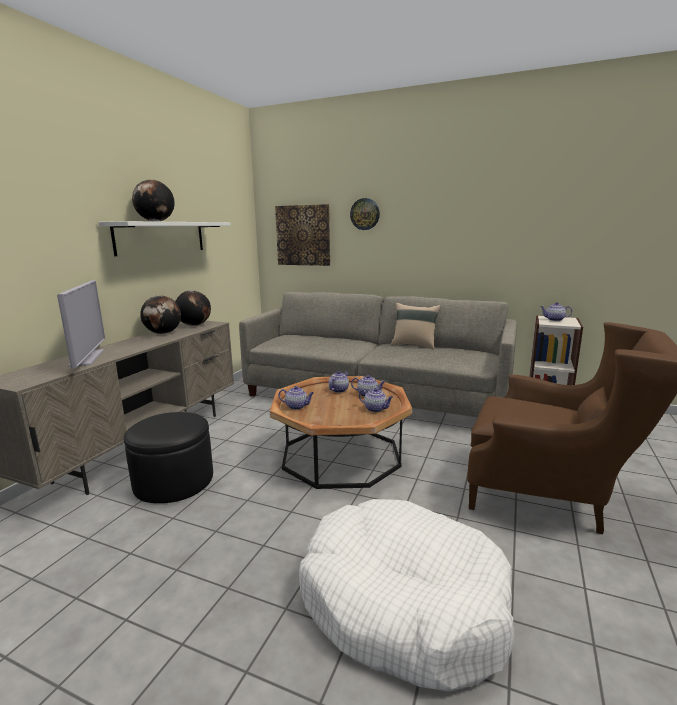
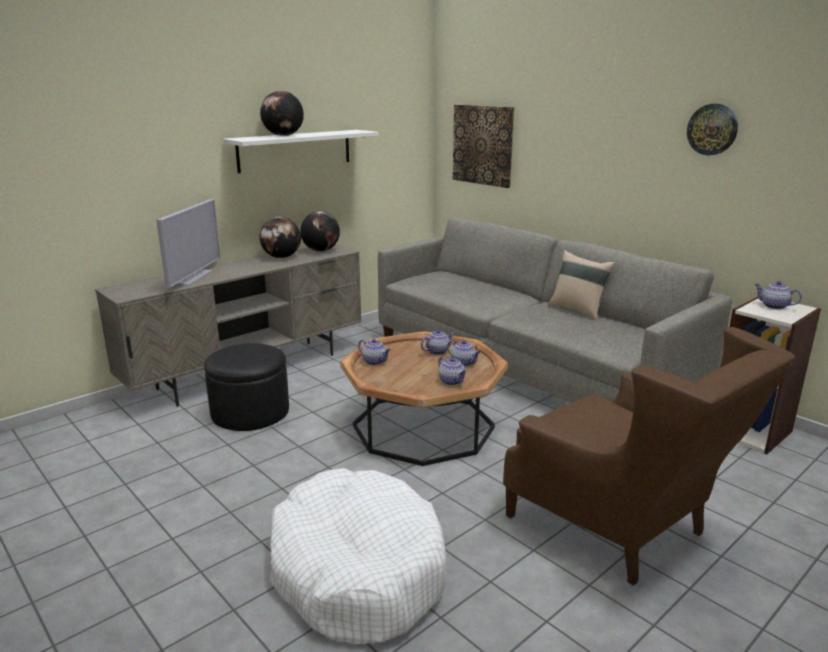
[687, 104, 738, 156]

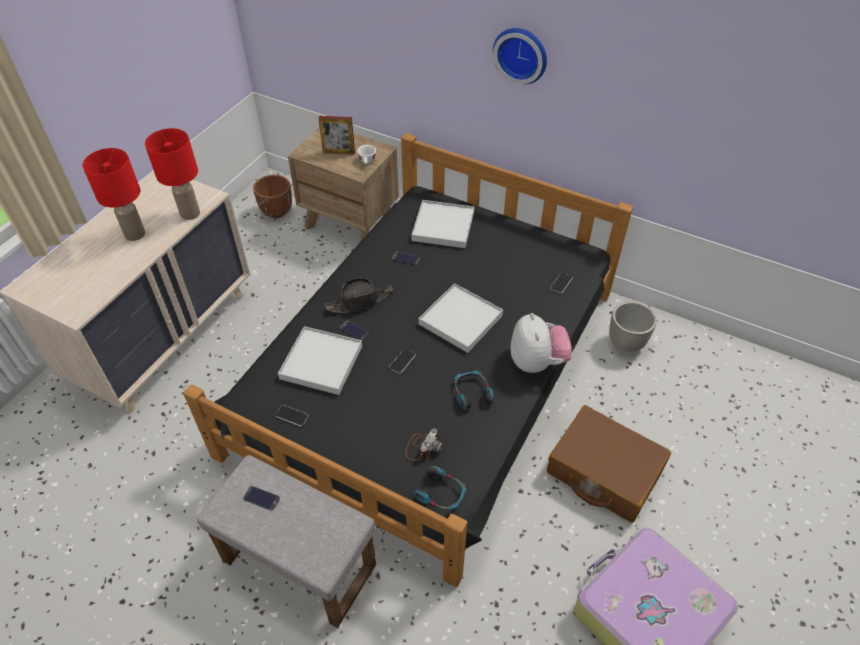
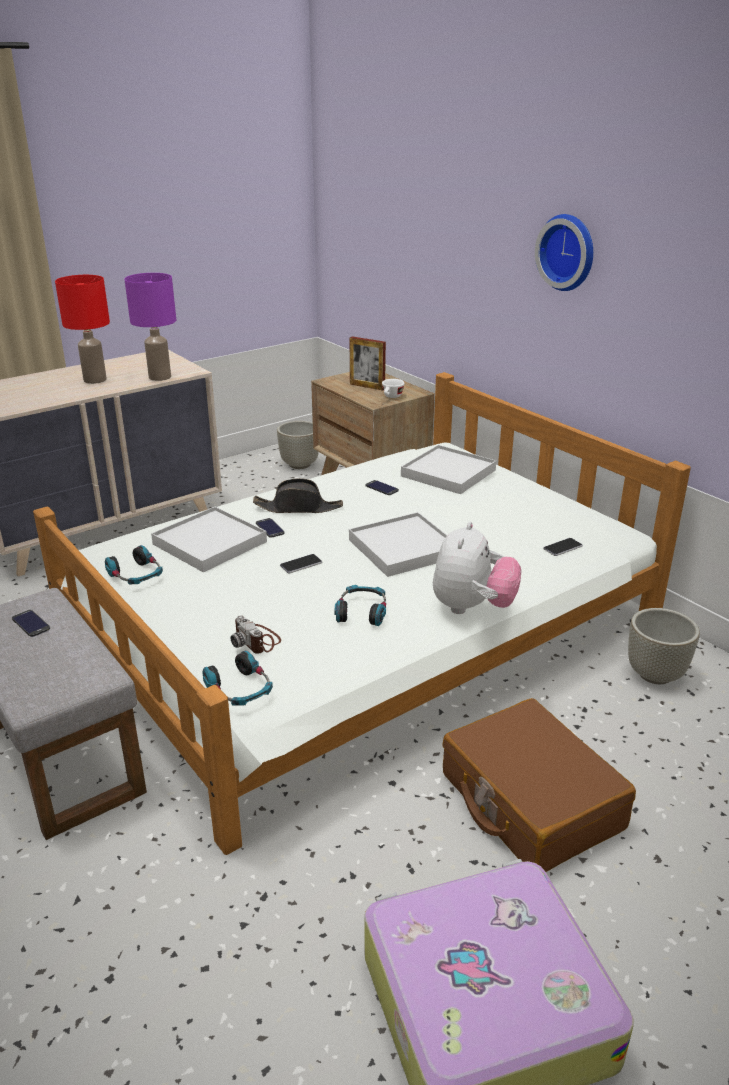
[105, 545, 163, 584]
[124, 273, 176, 381]
[33, 372, 691, 855]
[277, 421, 319, 469]
[231, 615, 281, 654]

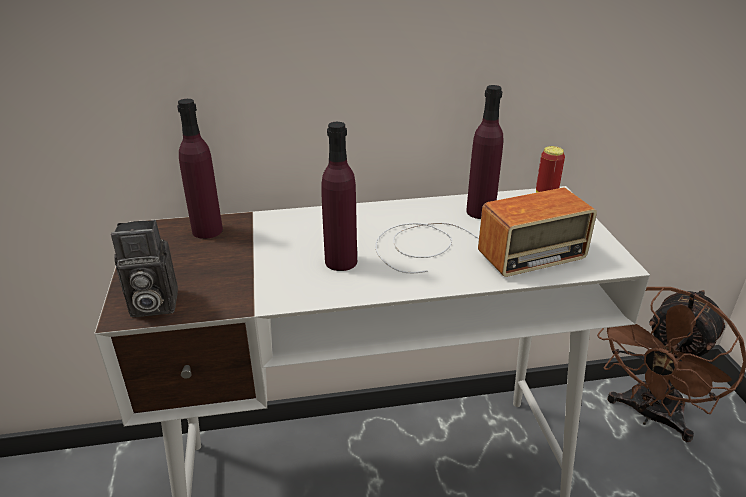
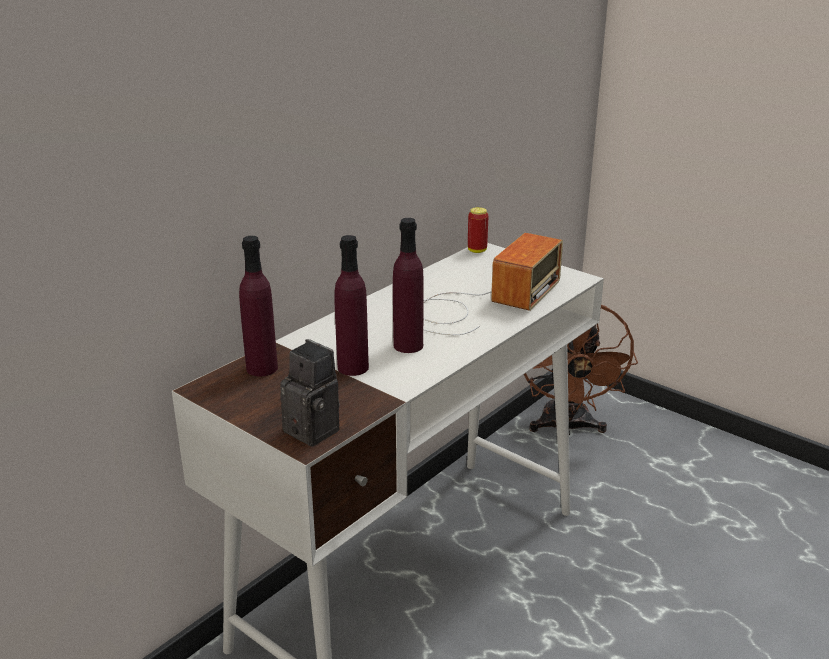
[334, 235, 369, 376]
[280, 339, 340, 447]

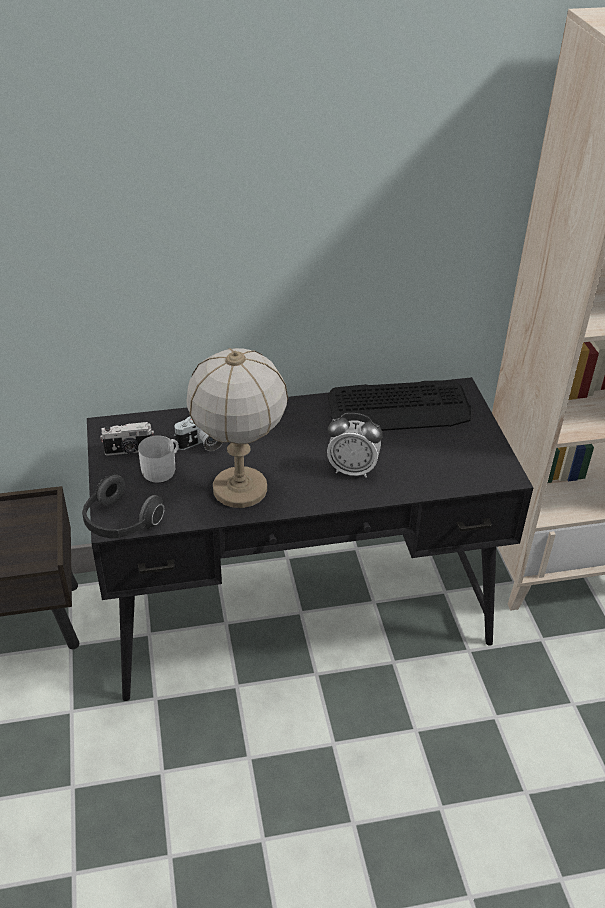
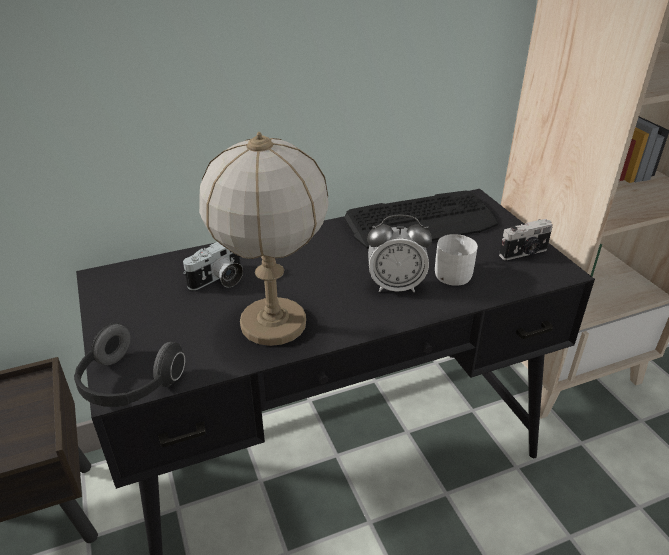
[499, 219, 553, 260]
[435, 234, 478, 286]

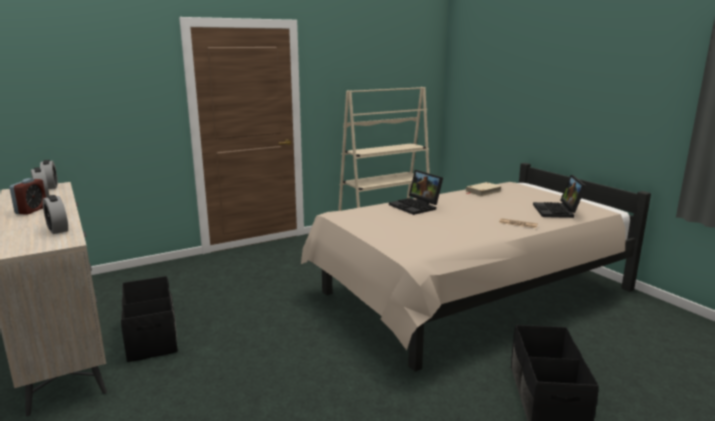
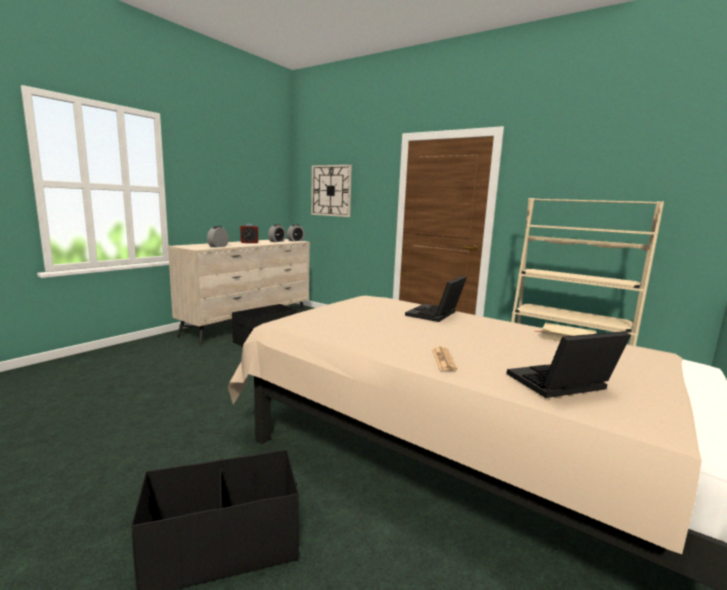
[311, 165, 352, 217]

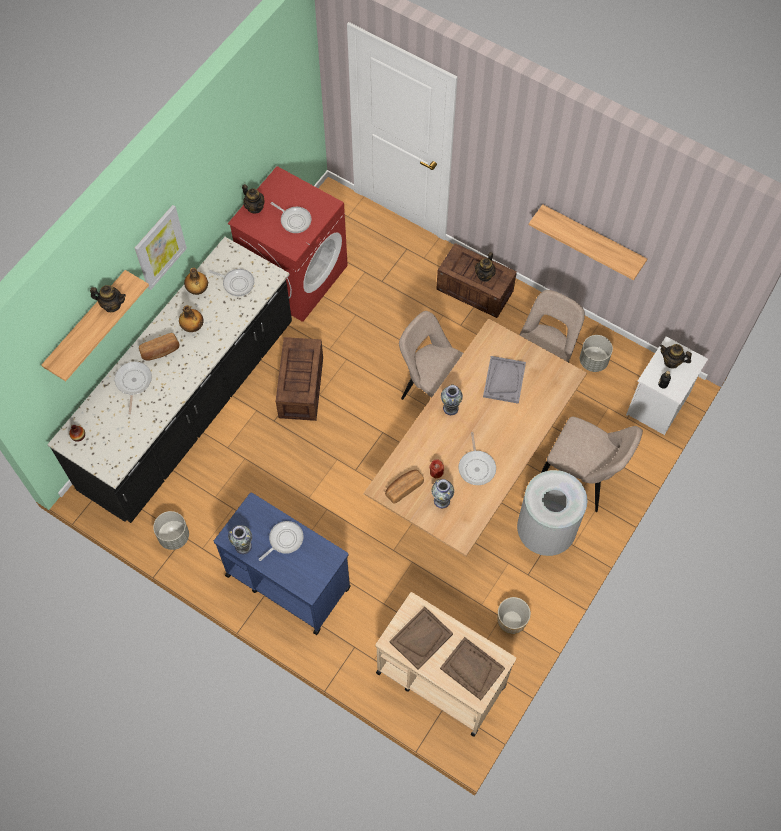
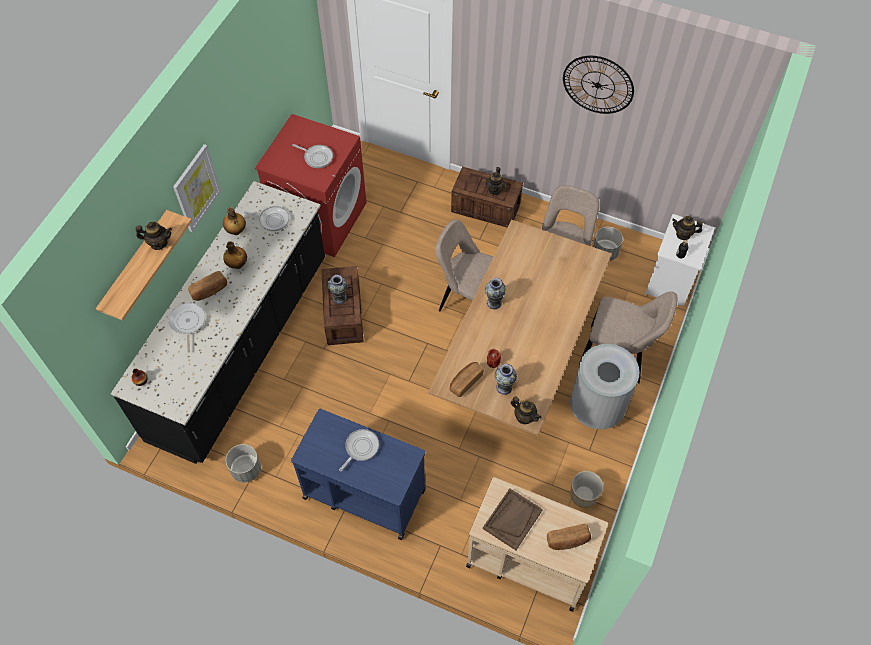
[458, 432, 496, 485] (first image)
[483, 356, 526, 404] (first image)
[529, 204, 647, 280] (first image)
[563, 56, 634, 114]
[327, 275, 348, 304]
[511, 397, 541, 424]
[547, 524, 591, 550]

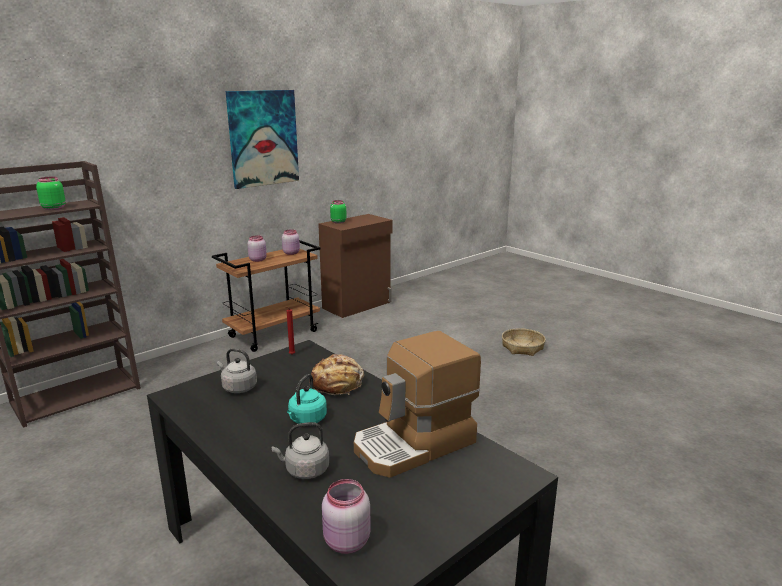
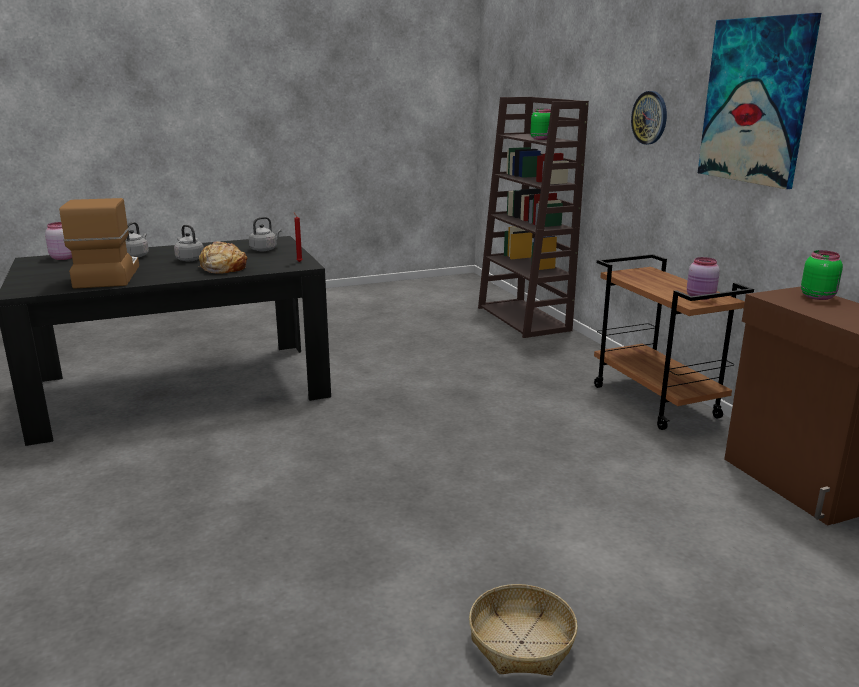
[247, 235, 267, 262] (first image)
[631, 91, 667, 145]
[174, 225, 204, 261]

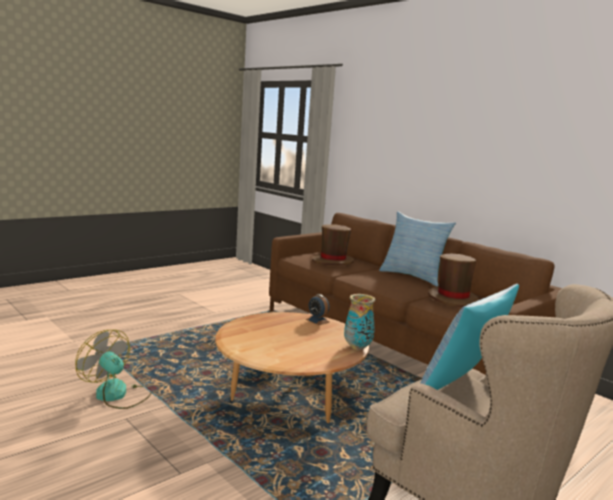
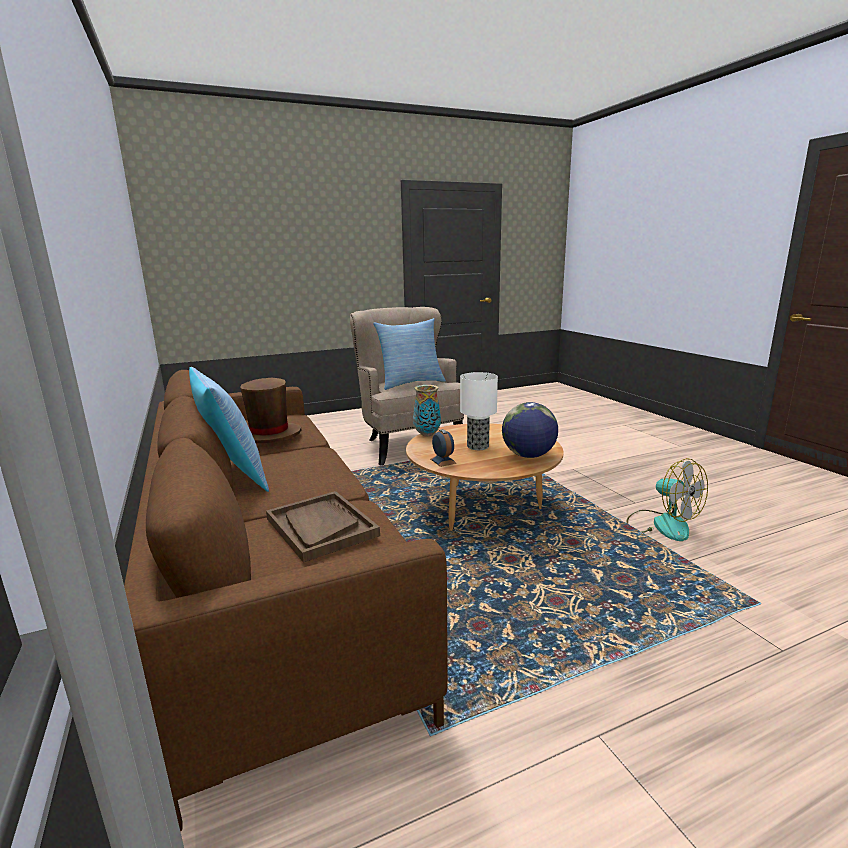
[460, 372, 498, 450]
[502, 402, 558, 458]
[266, 491, 380, 563]

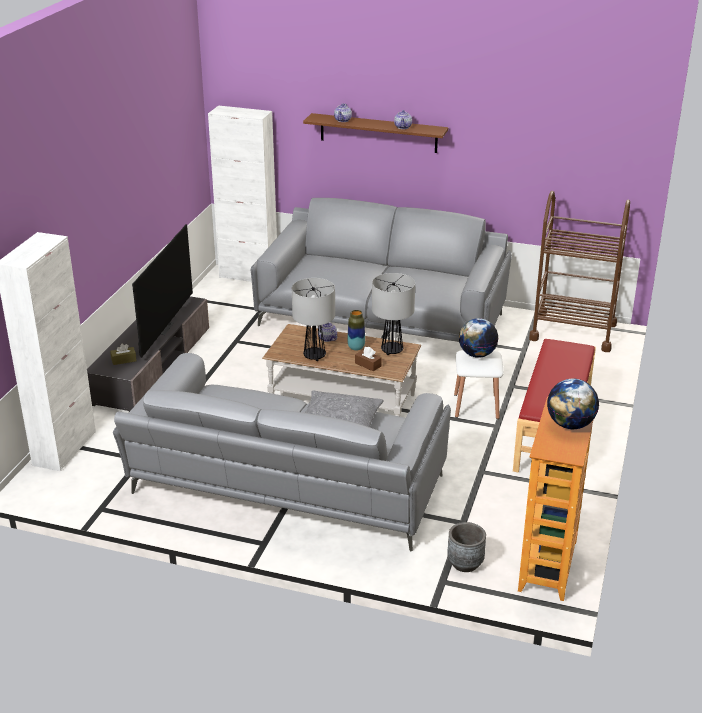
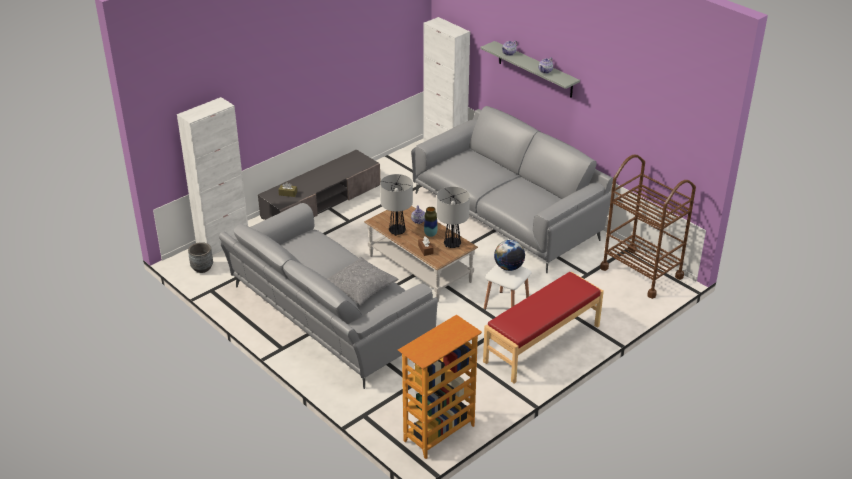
[132, 224, 193, 358] (first image)
[547, 379, 599, 429] (first image)
[188, 242, 213, 273]
[480, 41, 580, 98]

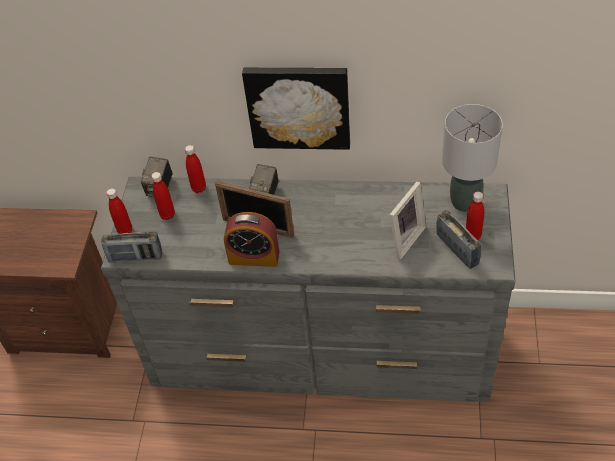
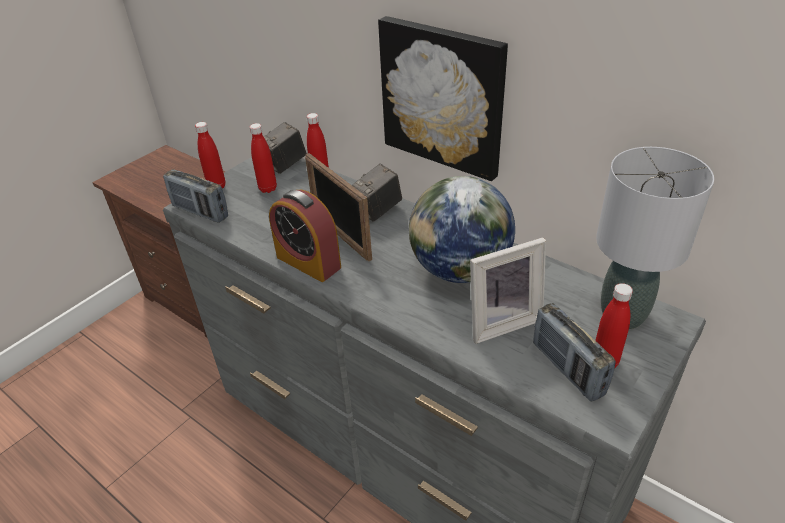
[409, 176, 515, 283]
[533, 303, 616, 401]

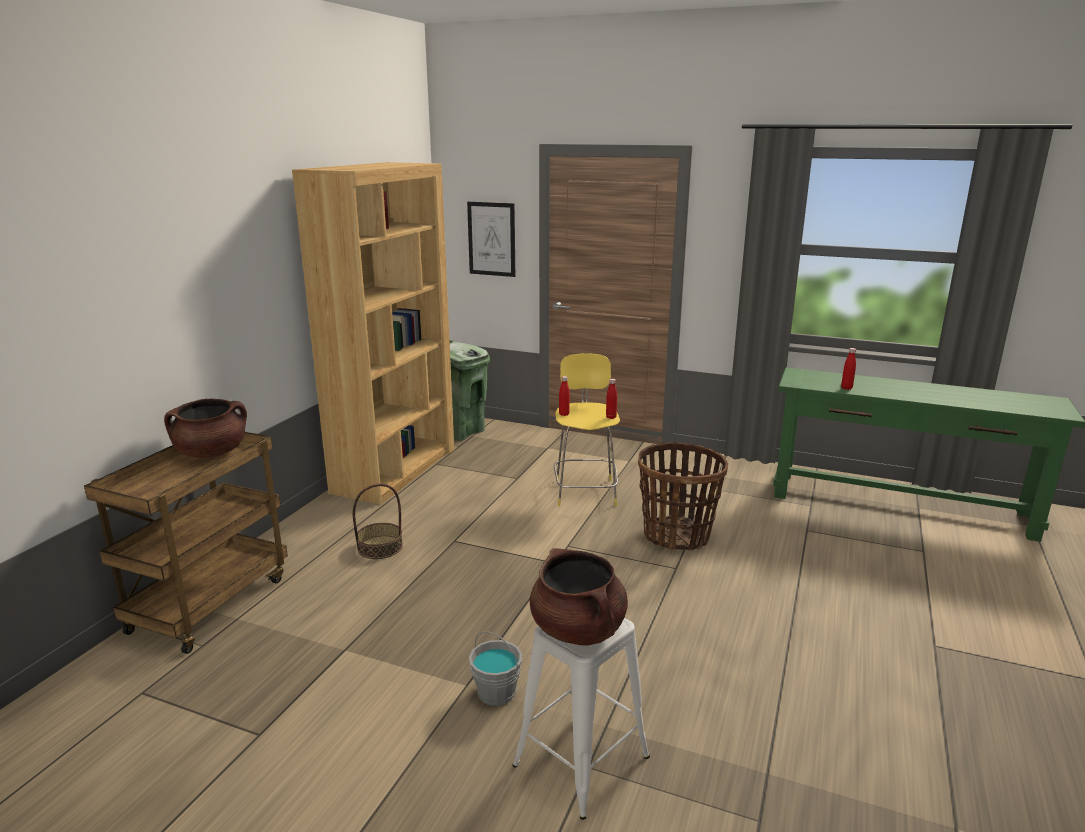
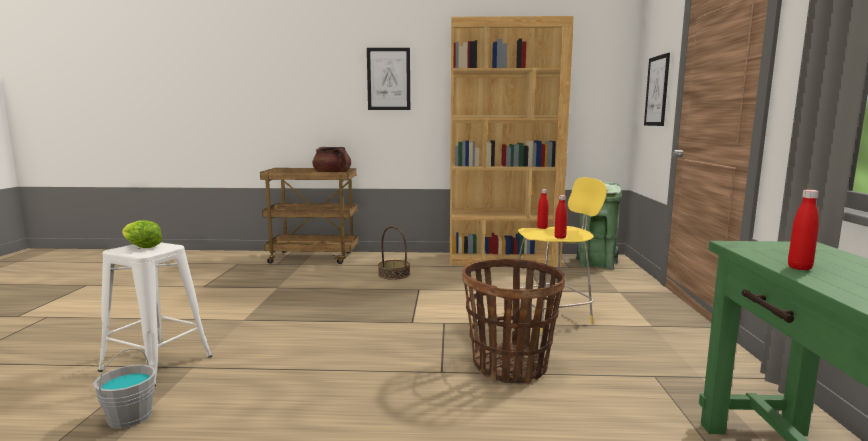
[367, 48, 410, 110]
[93, 348, 156, 429]
[122, 220, 162, 248]

